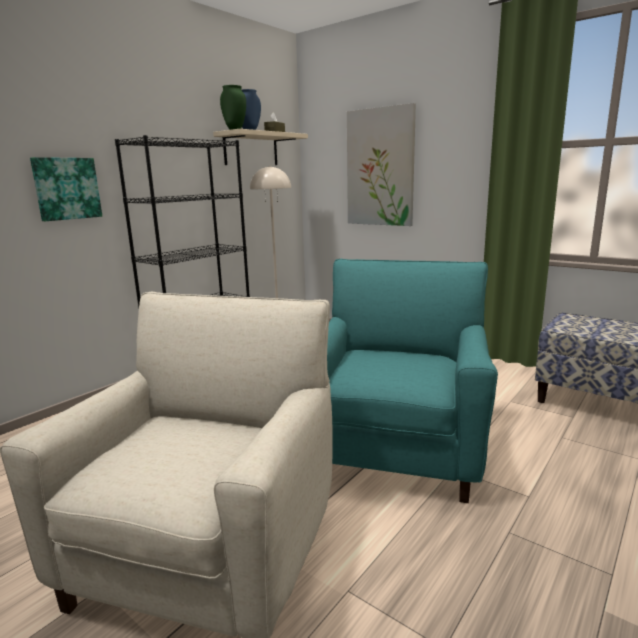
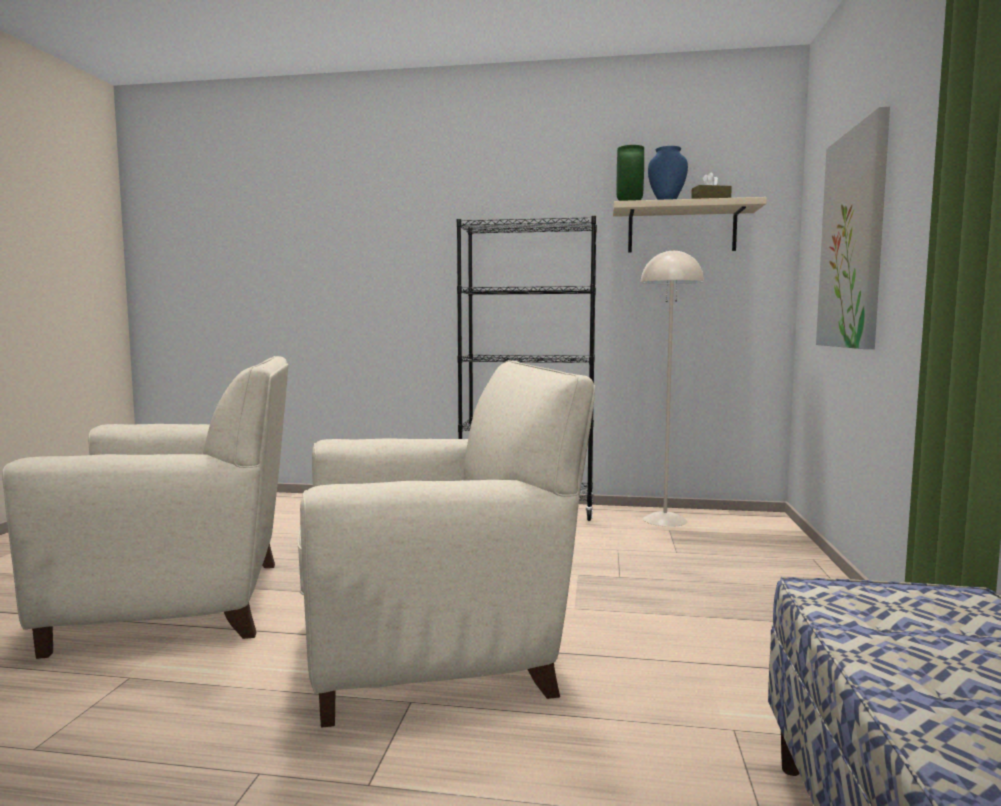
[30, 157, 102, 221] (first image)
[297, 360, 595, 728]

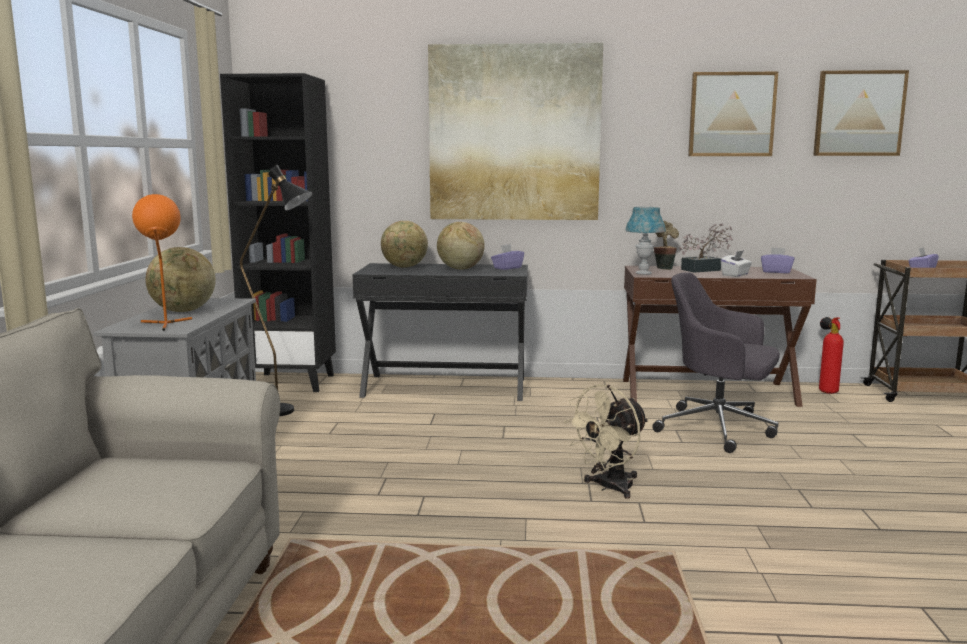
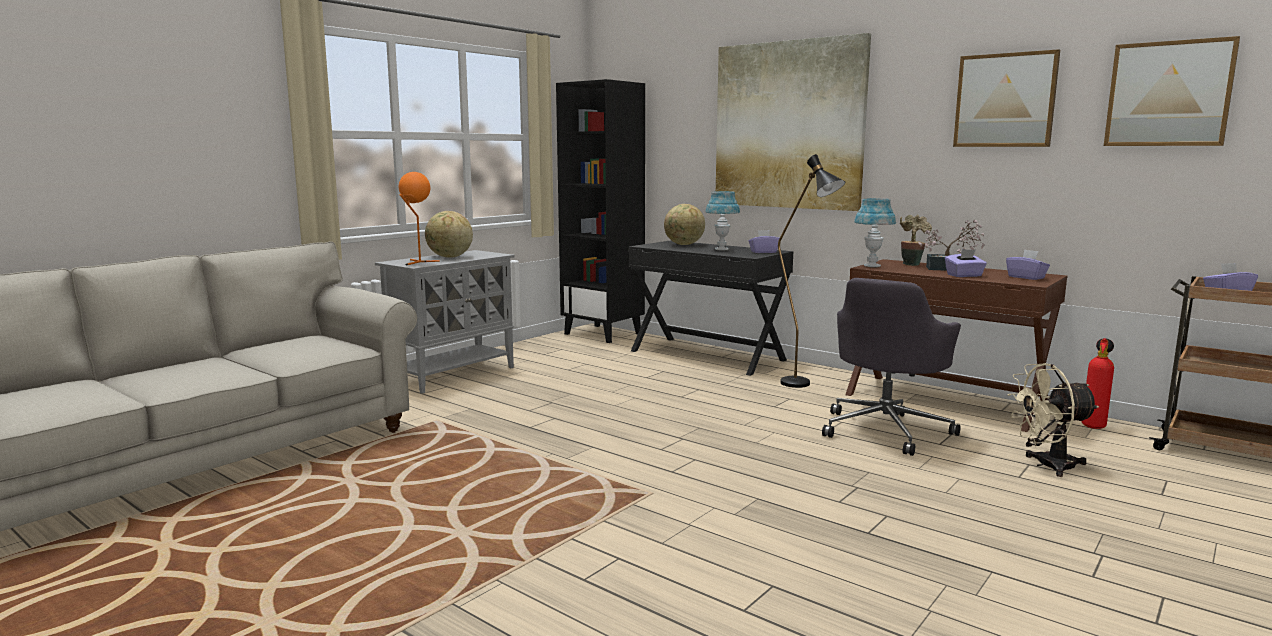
[778, 154, 845, 388]
[1007, 363, 1099, 477]
[705, 191, 740, 250]
[945, 249, 987, 277]
[822, 278, 961, 456]

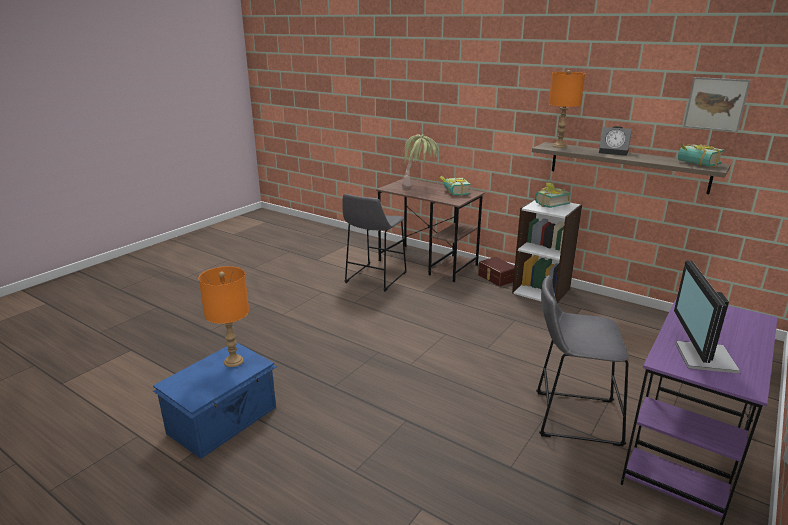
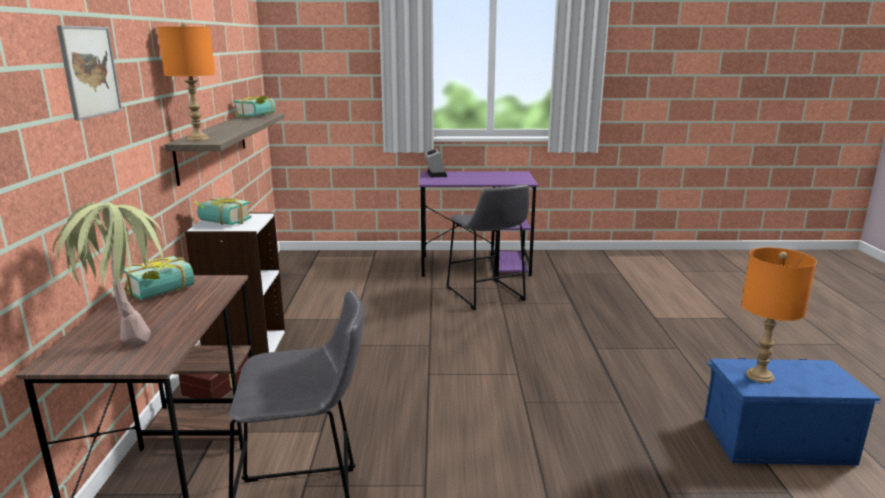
[674, 261, 740, 373] (first image)
[424, 149, 447, 177]
[57, 25, 122, 121]

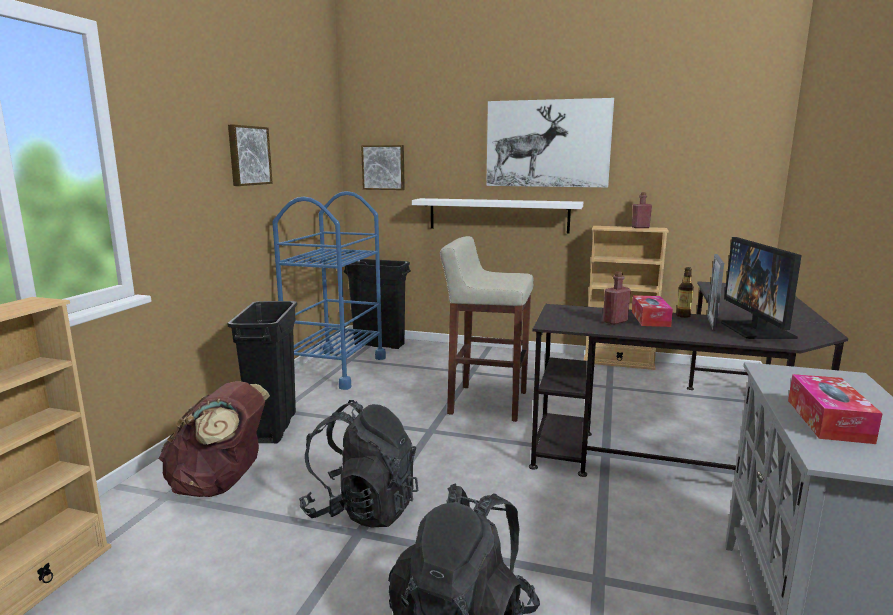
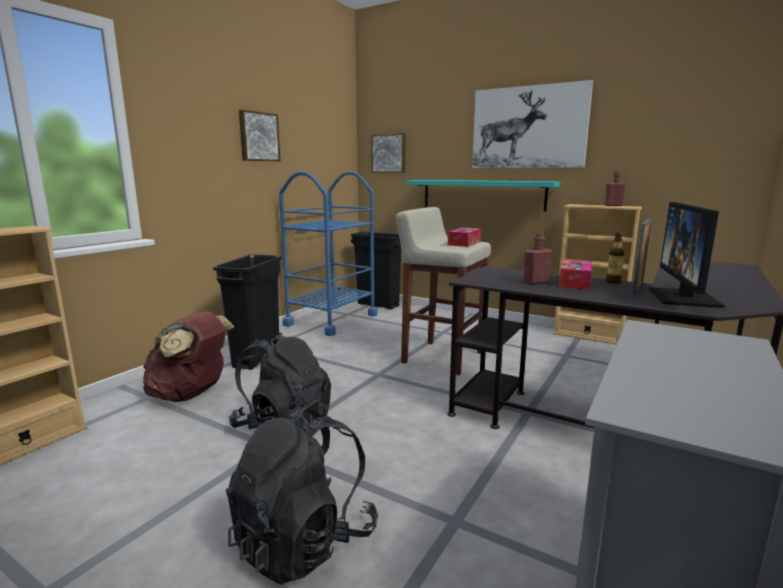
[448, 227, 481, 247]
[407, 180, 560, 212]

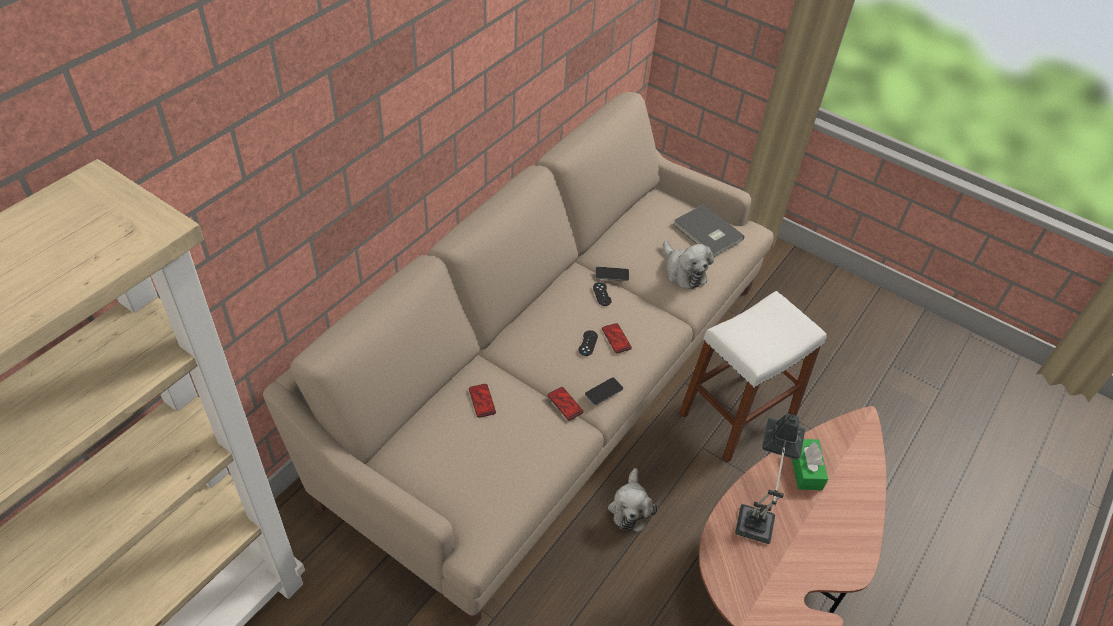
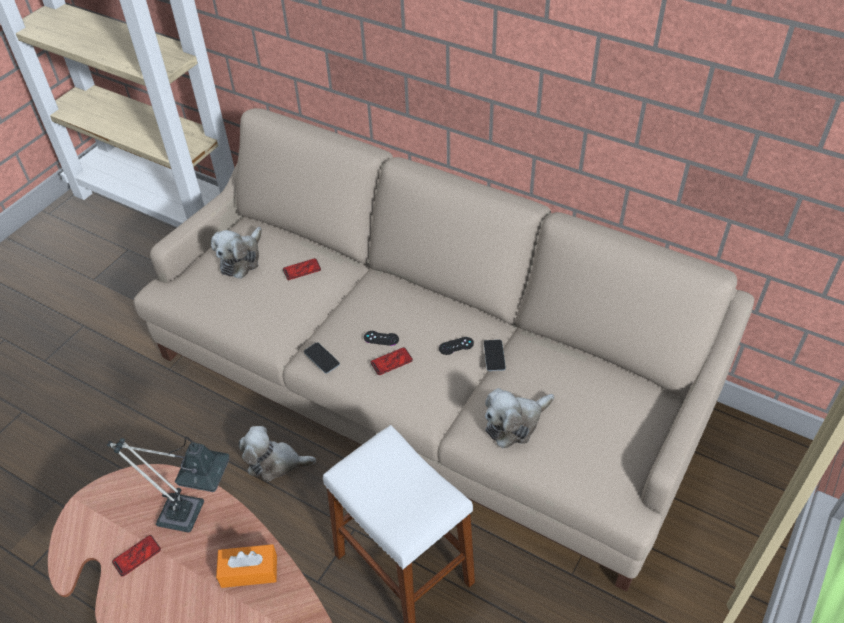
[673, 204, 744, 257] (first image)
[211, 227, 262, 279]
[112, 535, 161, 577]
[216, 544, 277, 588]

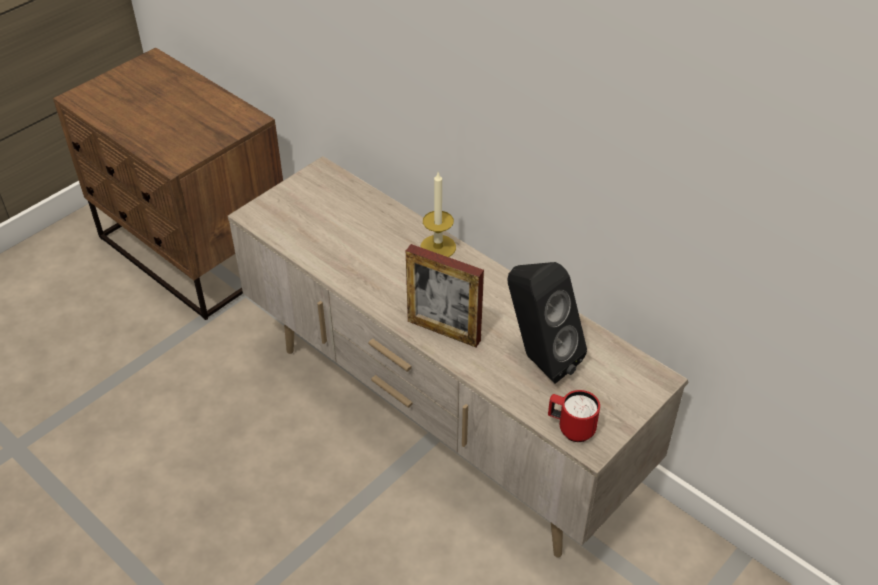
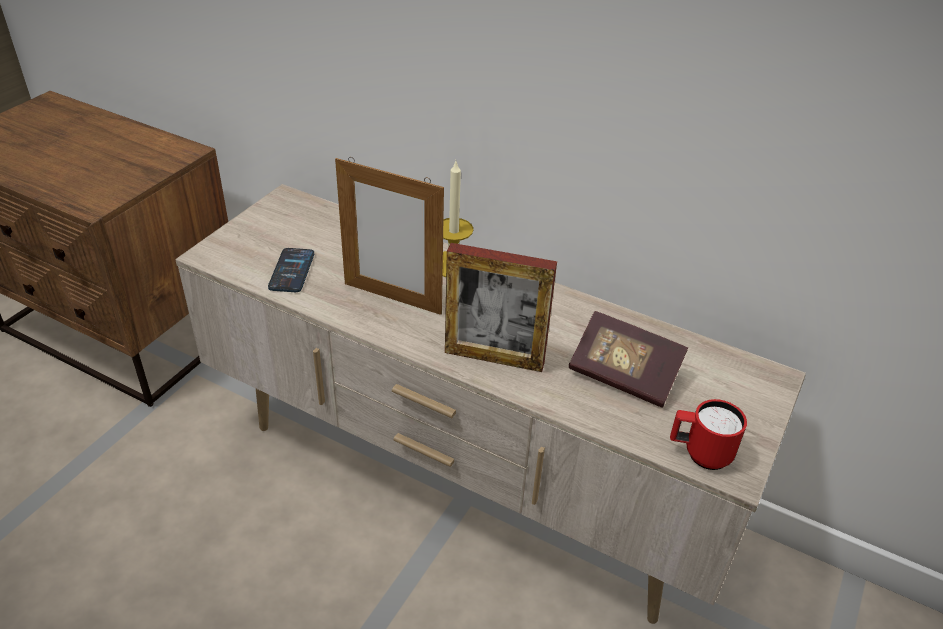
[268, 248, 314, 292]
[335, 157, 444, 315]
[569, 311, 688, 408]

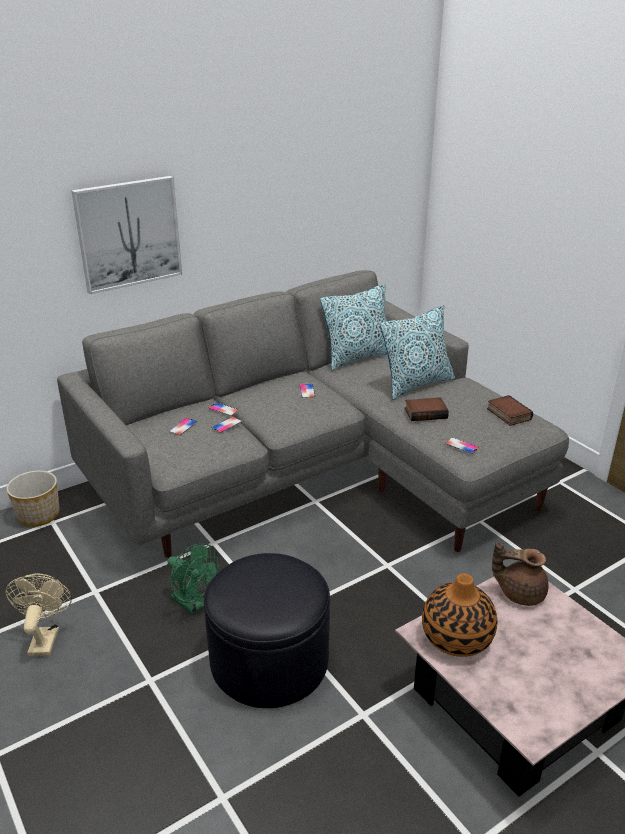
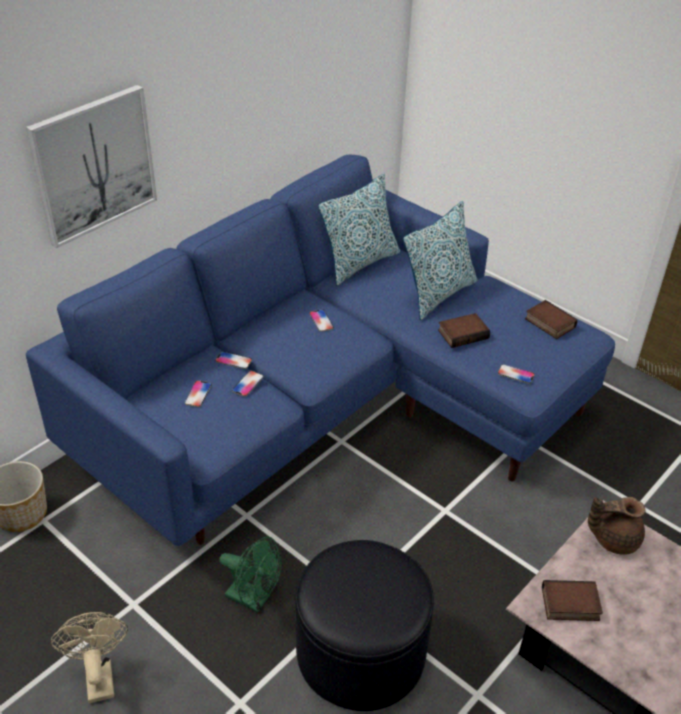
[542, 580, 603, 621]
[26, 155, 615, 546]

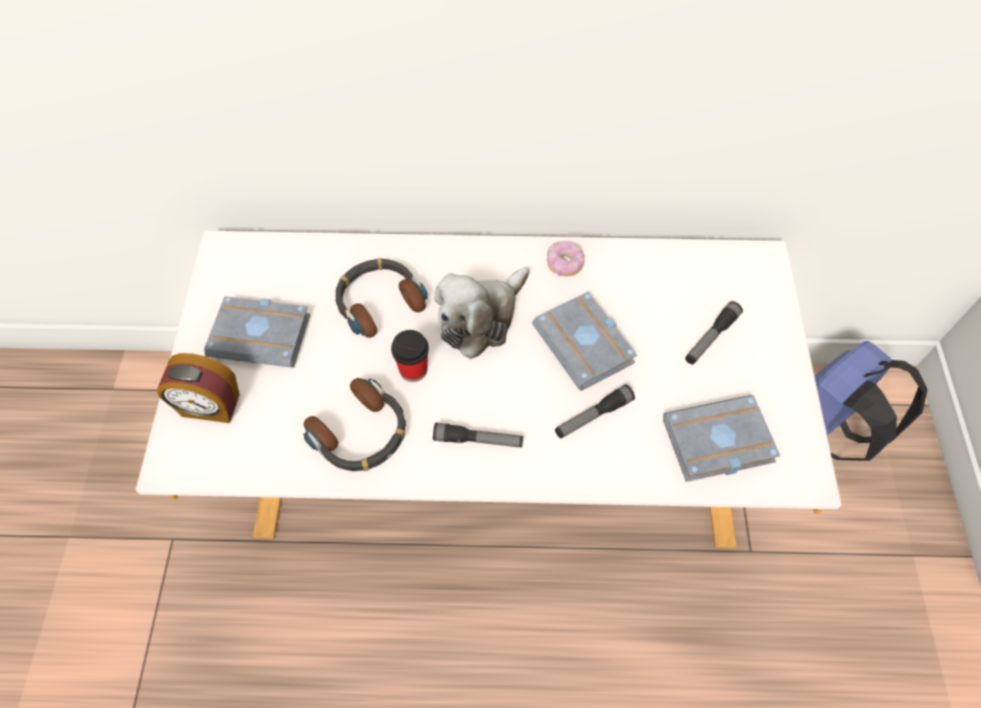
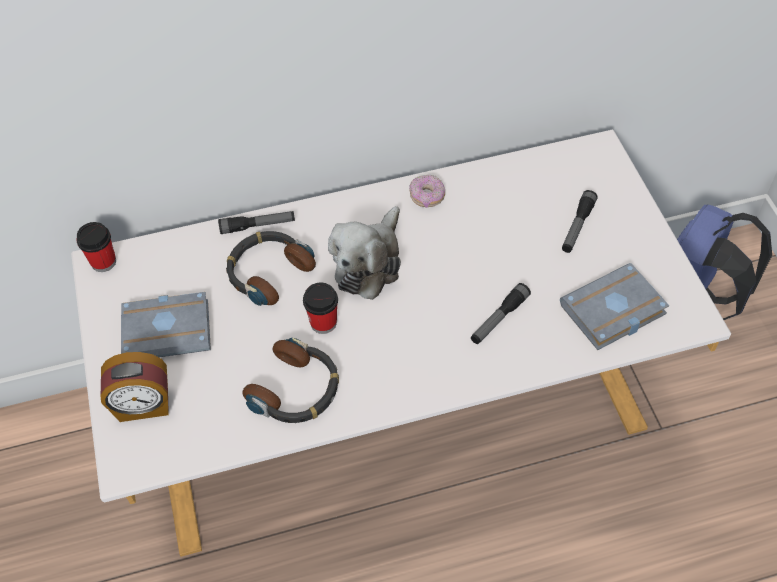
[532, 292, 637, 391] (first image)
[76, 222, 116, 272]
[218, 211, 295, 234]

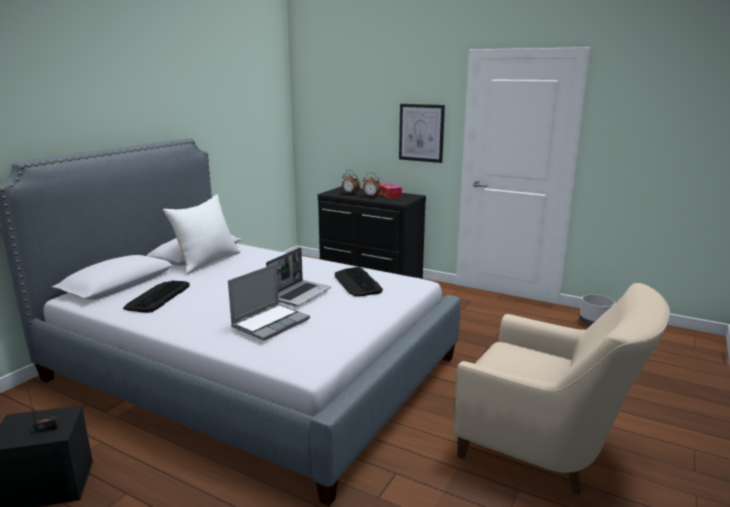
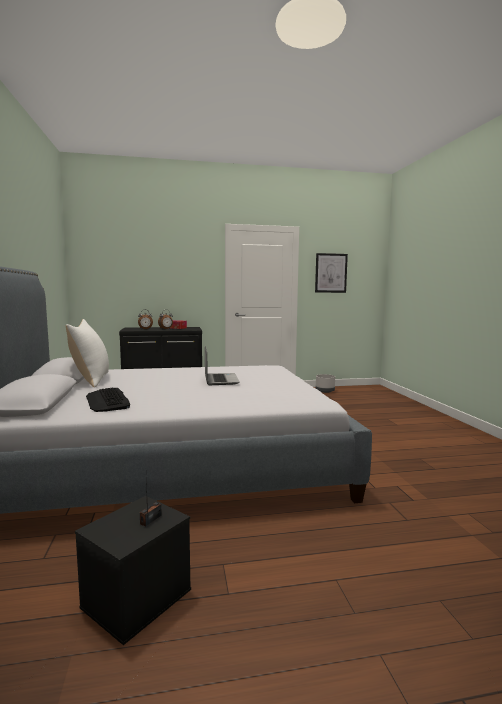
[228, 263, 310, 341] (first image)
[335, 267, 383, 296] (first image)
[453, 283, 670, 495] (first image)
[315, 253, 348, 293]

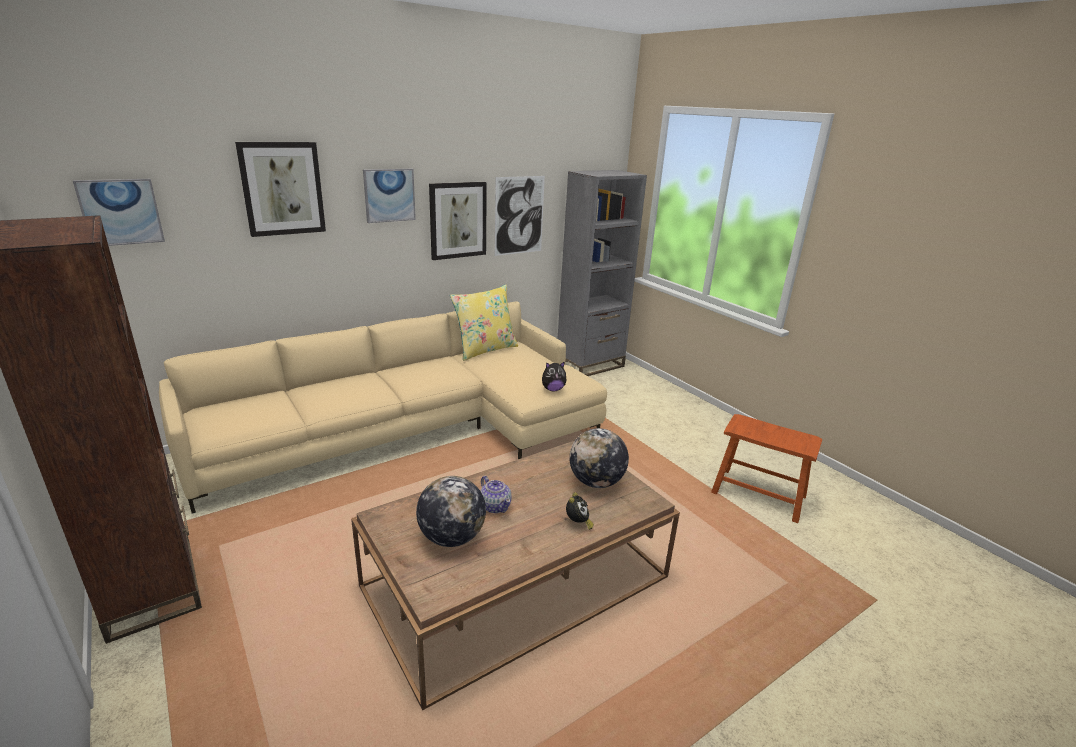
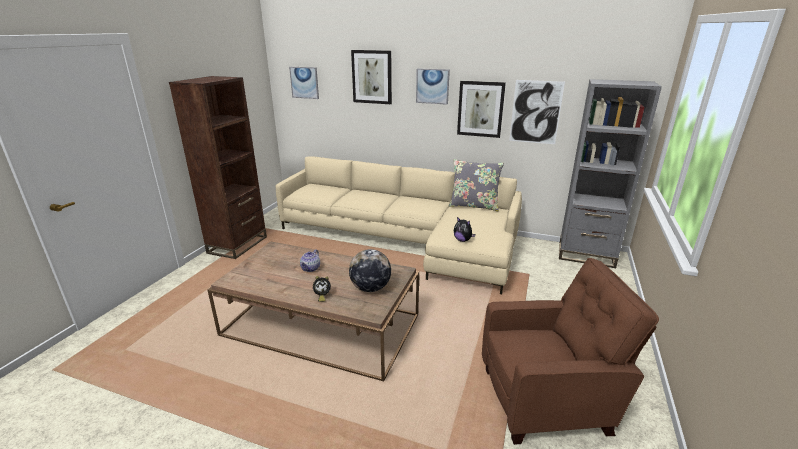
[416, 476, 486, 547] (first image)
[482, 258, 659, 445]
[449, 159, 504, 211]

